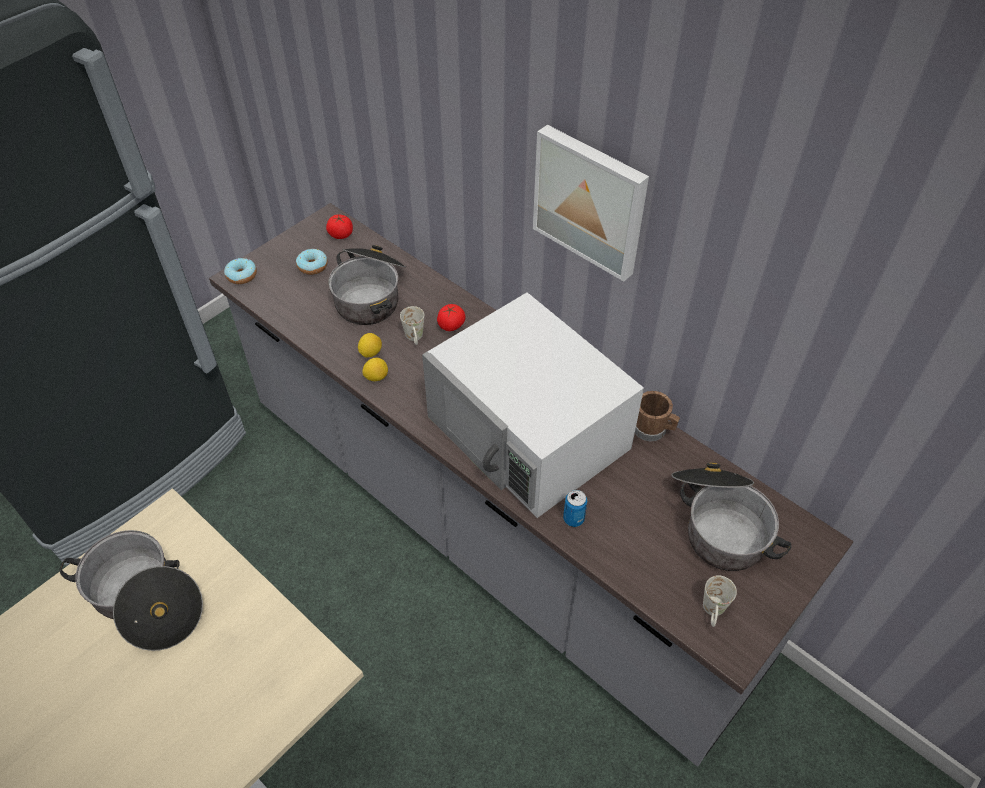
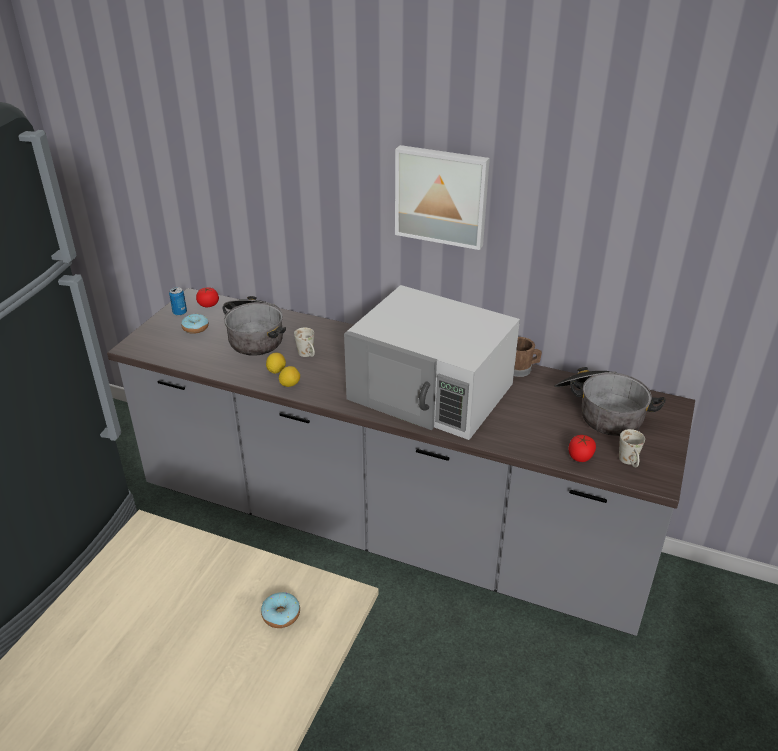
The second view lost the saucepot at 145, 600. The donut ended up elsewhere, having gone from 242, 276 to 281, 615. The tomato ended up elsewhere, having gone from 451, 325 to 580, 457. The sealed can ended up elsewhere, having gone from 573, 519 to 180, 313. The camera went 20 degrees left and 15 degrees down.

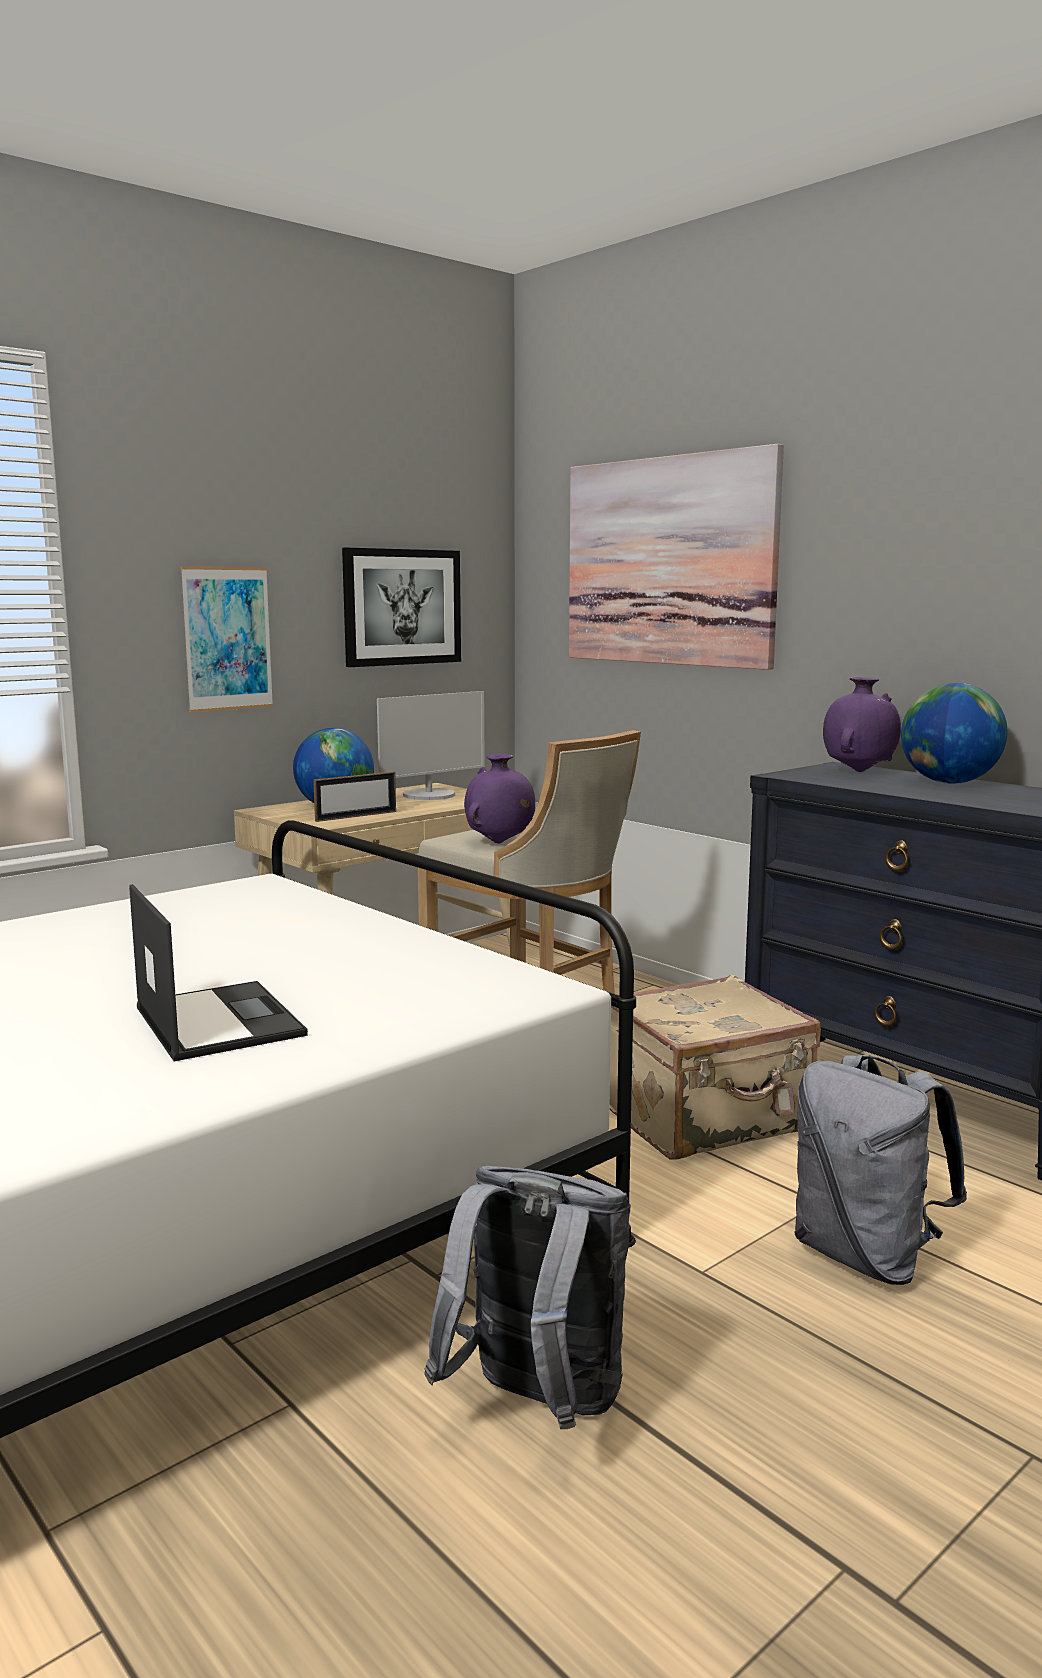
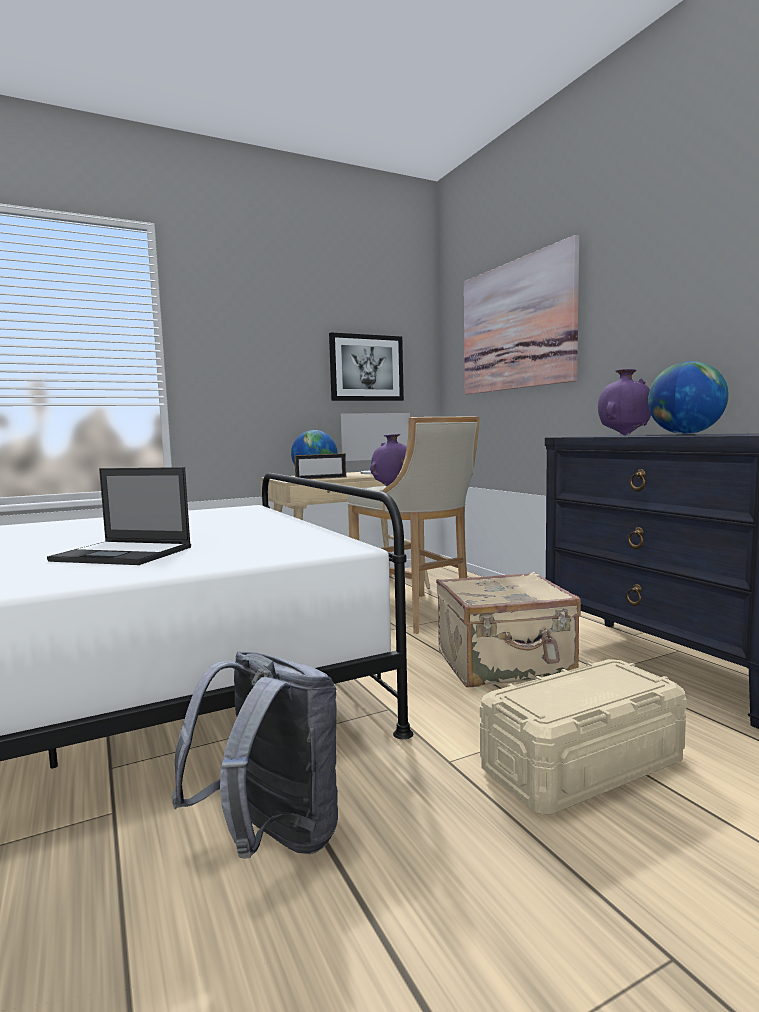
The second view lost the wall art at 227, 638. Where the grey backpack stood at 866, 1256, the sand-coloured storage container came to stand at 582, 766. The laptop at 217, 1021 ended up facing another way, 120 degrees clockwise from before. The camera went 15 degrees right and 5 degrees down.

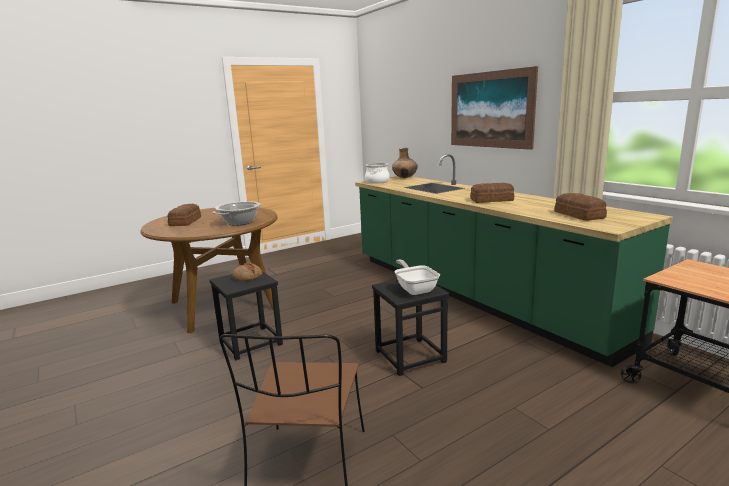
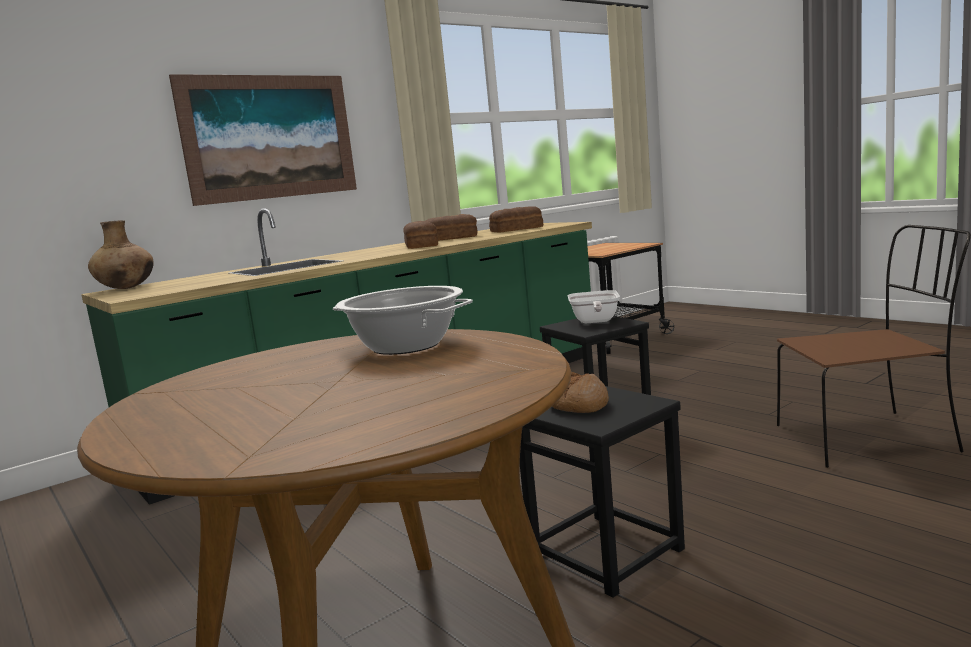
The second view lost the saucepot at 377, 181. The baked bread ended up elsewhere, having gone from 186, 221 to 451, 238. The pan at 415, 289 ended up facing another way, 60 degrees counterclockwise from before. The camera went 95 degrees left and 5 degrees down.

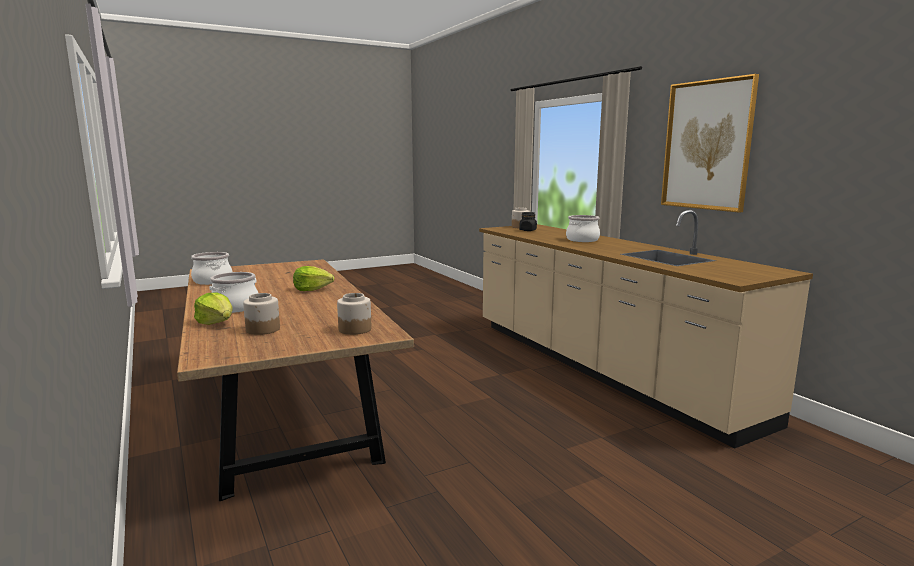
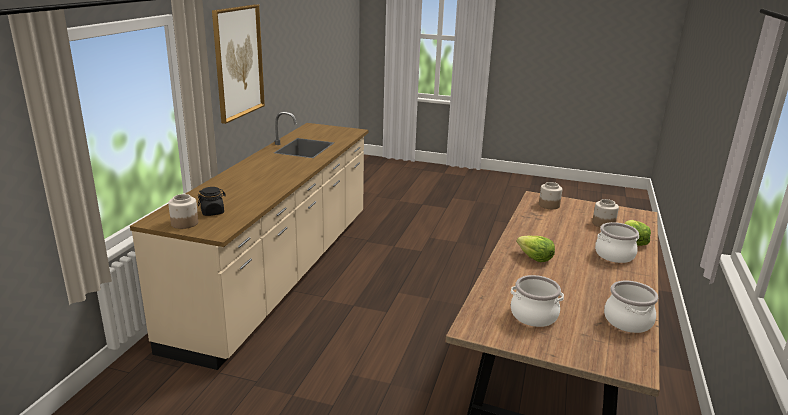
The saucepot ended up elsewhere, having gone from 582, 240 to 533, 316. The camera went 135 degrees left and 10 degrees up.

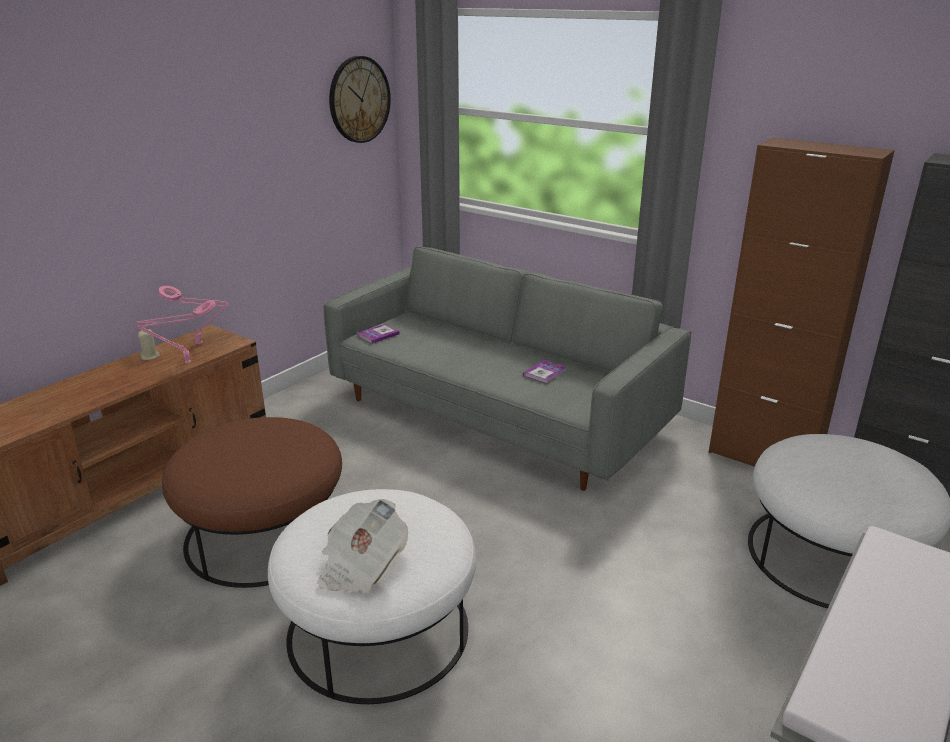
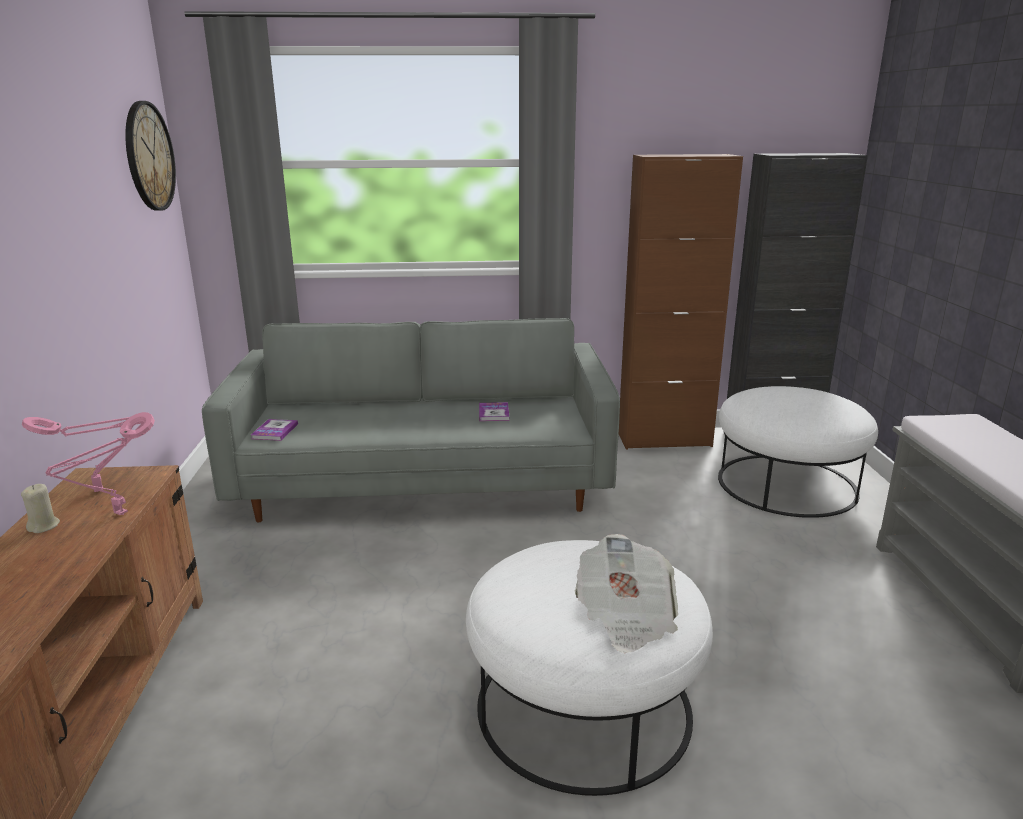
The second view lost the brownish footrest at 264, 534. The camera went 40 degrees left and 5 degrees down.

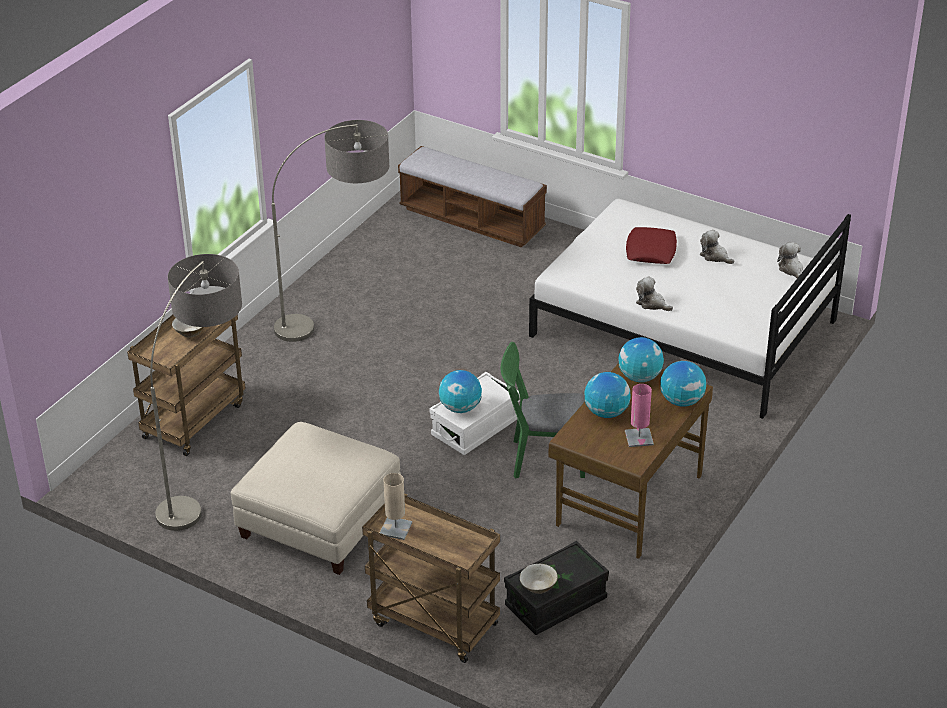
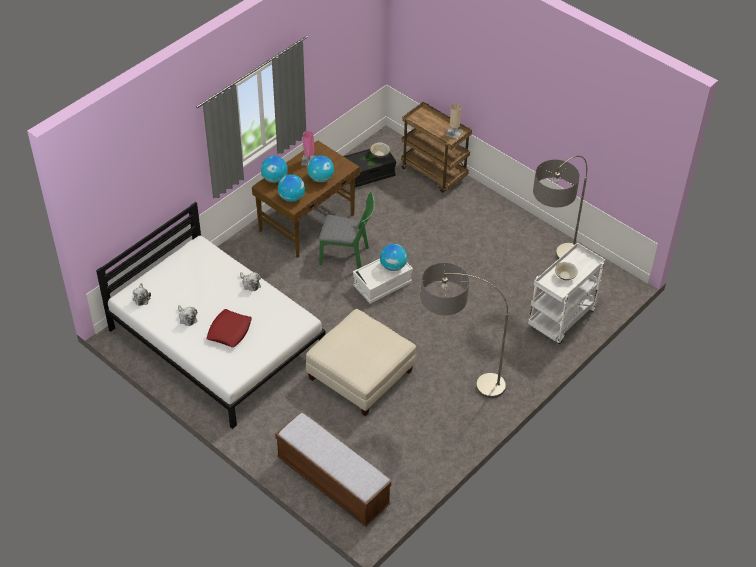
The sand-coloured footrest ended up elsewhere, having gone from 320, 521 to 360, 374. What was the brownish cart at 194, 419 turned into the white cart at 561, 320. The camera went 170 degrees left and 10 degrees up.

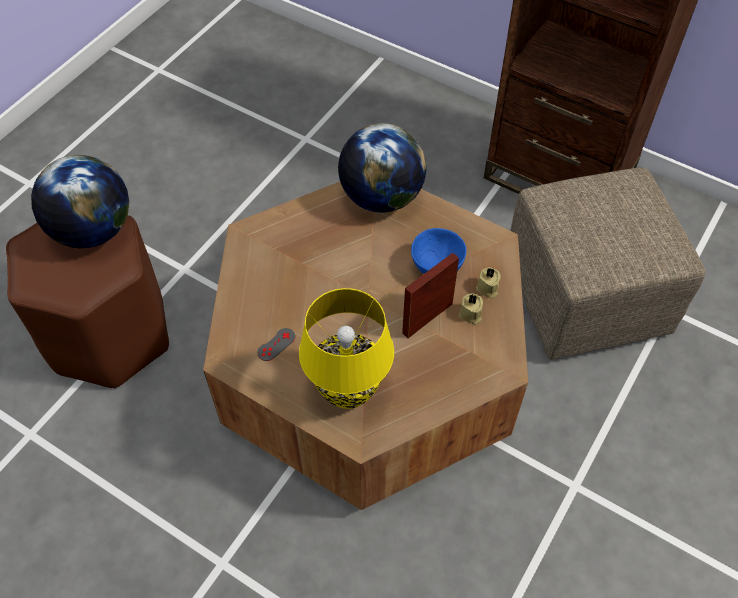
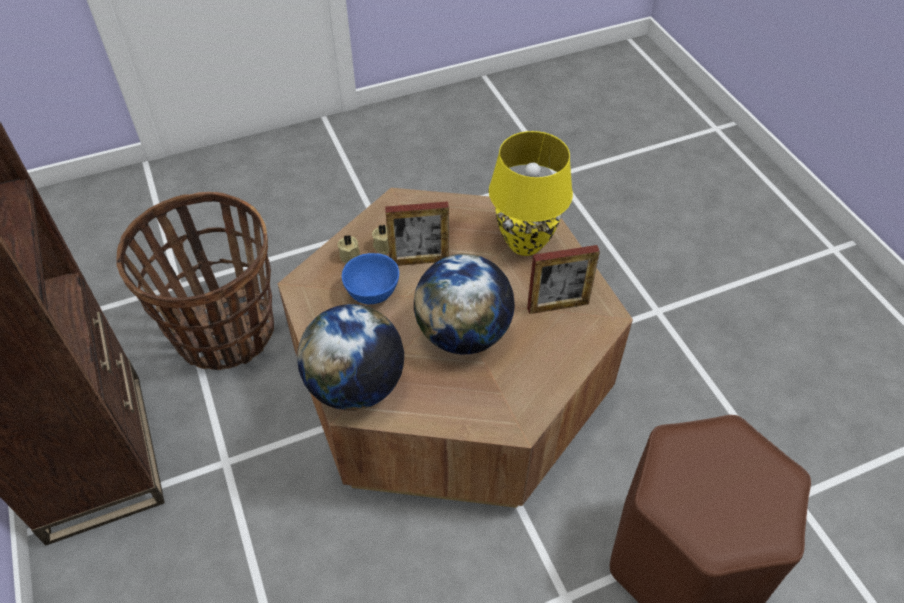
The globe ended up elsewhere, having gone from 92, 231 to 463, 334. Where the grey gamepad stood at 276, 344, the photo frame came to stand at 558, 306. Where the sand-coloured footrest stood at 583, 295, the household basket came to stand at 224, 332. The camera went 145 degrees left and 5 degrees down.

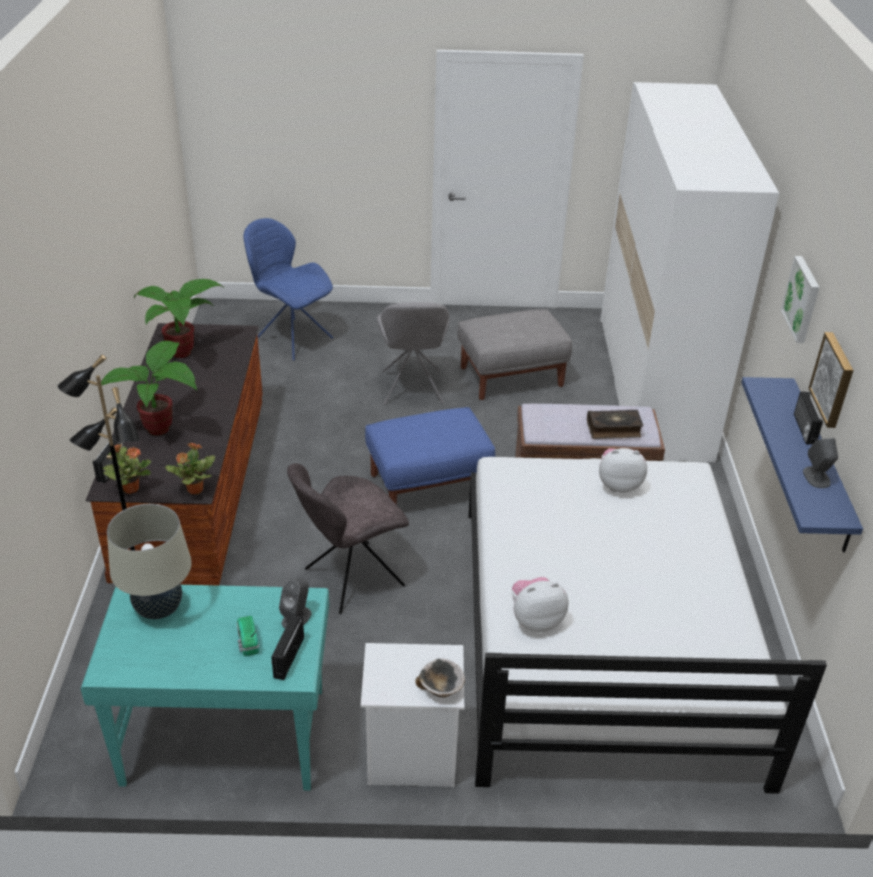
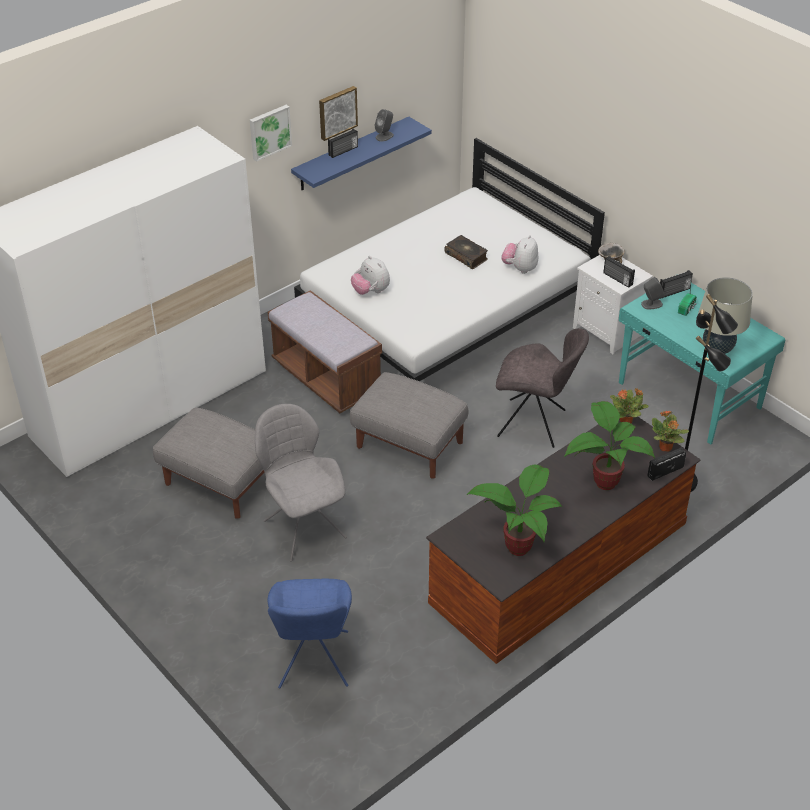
The second view gained the radio receiver at 617, 279. The bound book ended up elsewhere, having gone from 613, 429 to 466, 256. What was the blue footrest at 429, 486 turned into the grey footrest at 408, 445. The grey upright chair at 412, 389 ended up facing another way, 75 degrees counterclockwise from before. The soft toy at 535, 620 ended up facing another way, 75 degrees clockwise from before. The camera went 130 degrees left and 5 degrees up.

